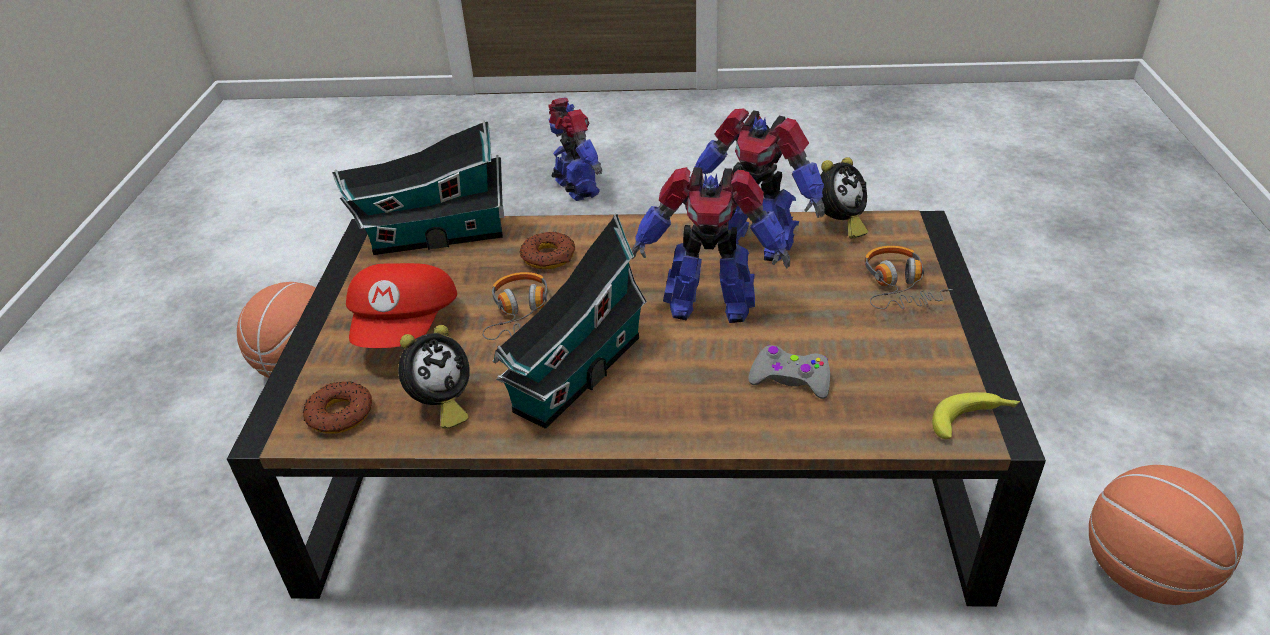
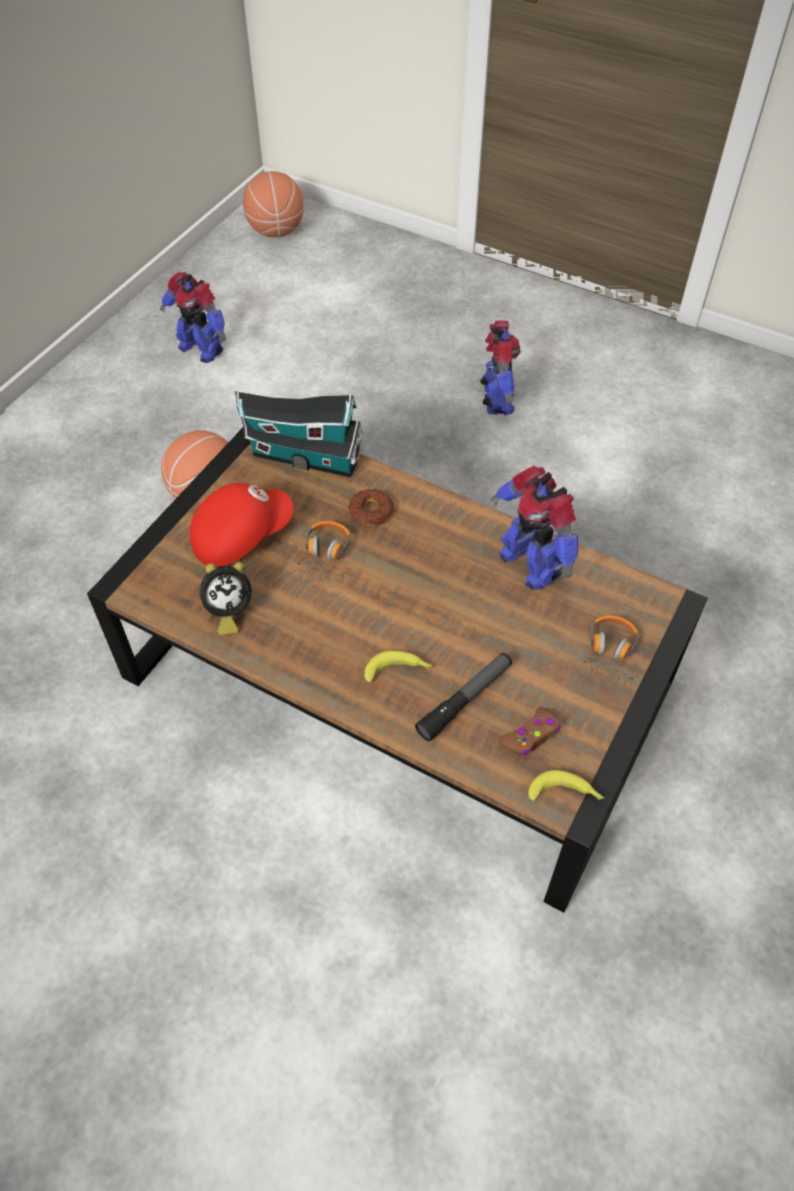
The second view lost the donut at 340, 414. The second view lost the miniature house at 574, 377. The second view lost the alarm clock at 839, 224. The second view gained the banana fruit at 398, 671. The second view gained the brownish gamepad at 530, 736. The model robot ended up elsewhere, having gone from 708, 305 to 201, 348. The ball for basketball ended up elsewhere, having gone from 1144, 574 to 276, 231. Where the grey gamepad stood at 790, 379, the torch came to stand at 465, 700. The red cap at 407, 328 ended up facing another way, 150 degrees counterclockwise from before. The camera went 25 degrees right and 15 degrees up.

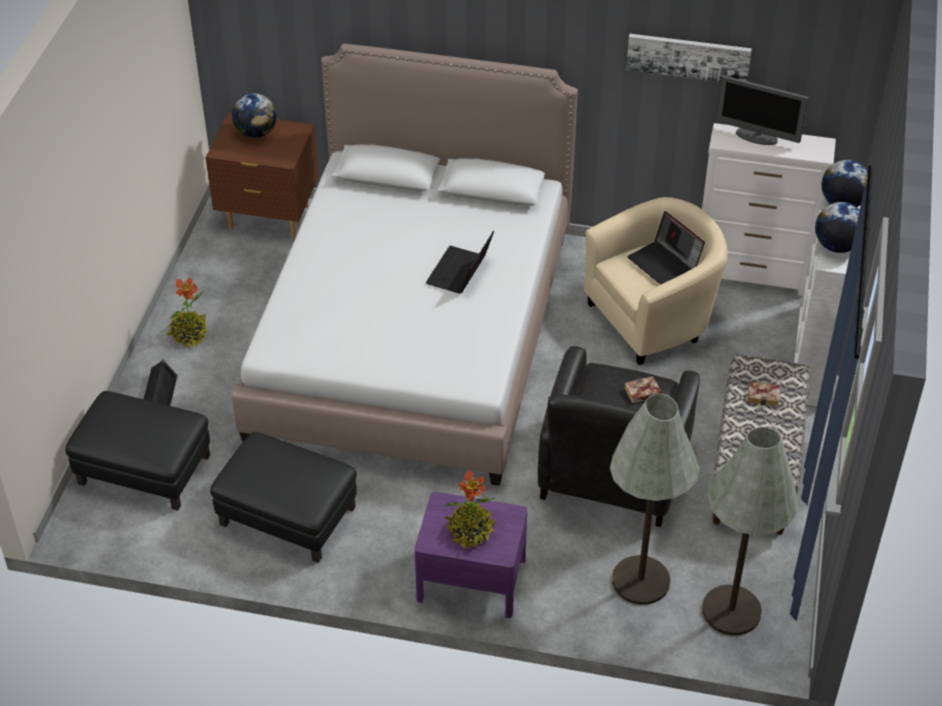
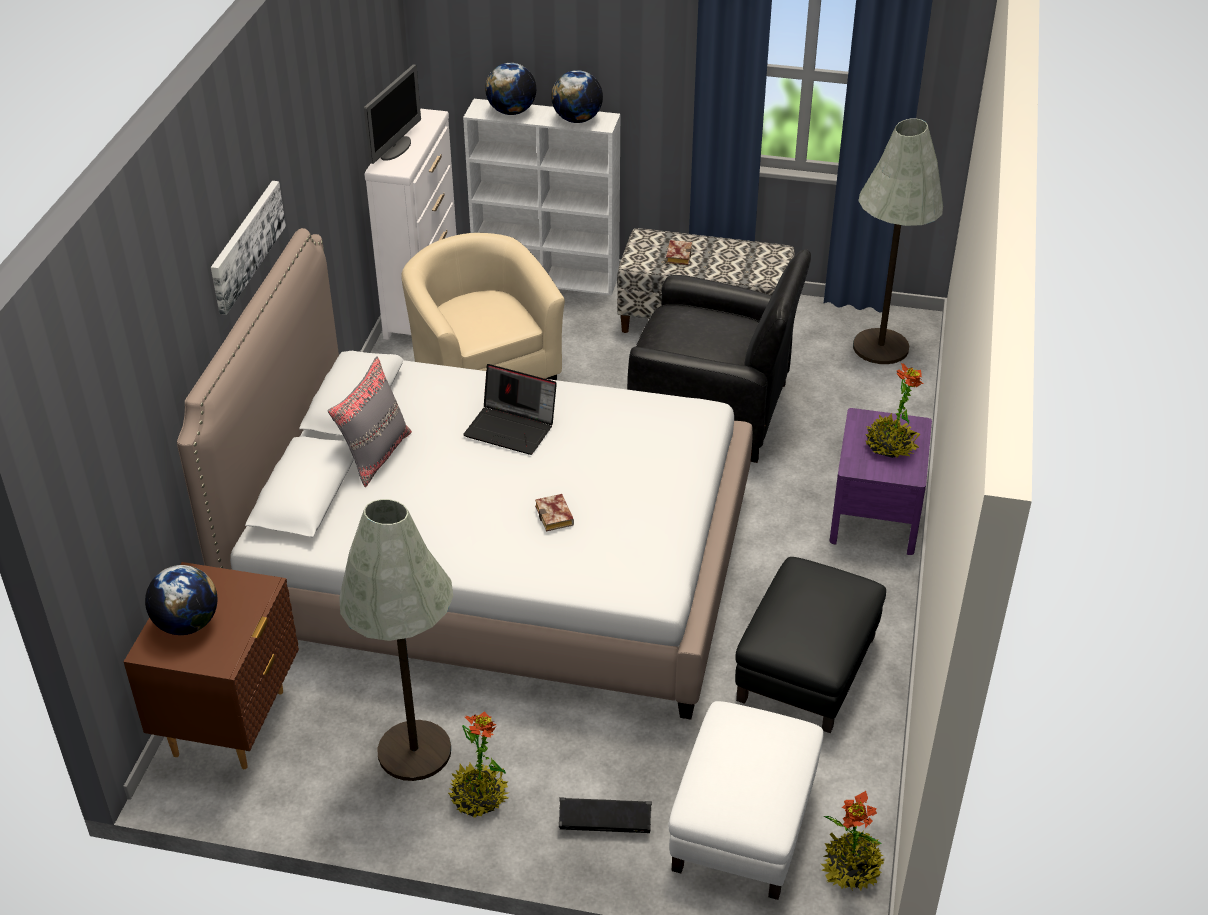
The second view lost the laptop at 665, 264. The second view gained the grey pillow at 375, 455. The second view gained the potted plant at 851, 868. The grey standing lamp ended up elsewhere, having gone from 640, 581 to 414, 751. The bound book ended up elsewhere, having gone from 641, 393 to 556, 517. The wall art ended up elsewhere, having gone from 688, 57 to 246, 245. What was the black footrest at 144, 470 turned into the white footrest at 744, 824. The camera went 90 degrees left and 5 degrees down.

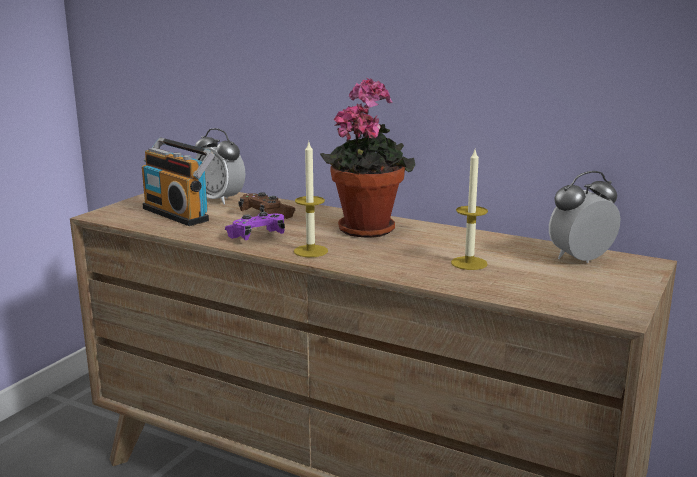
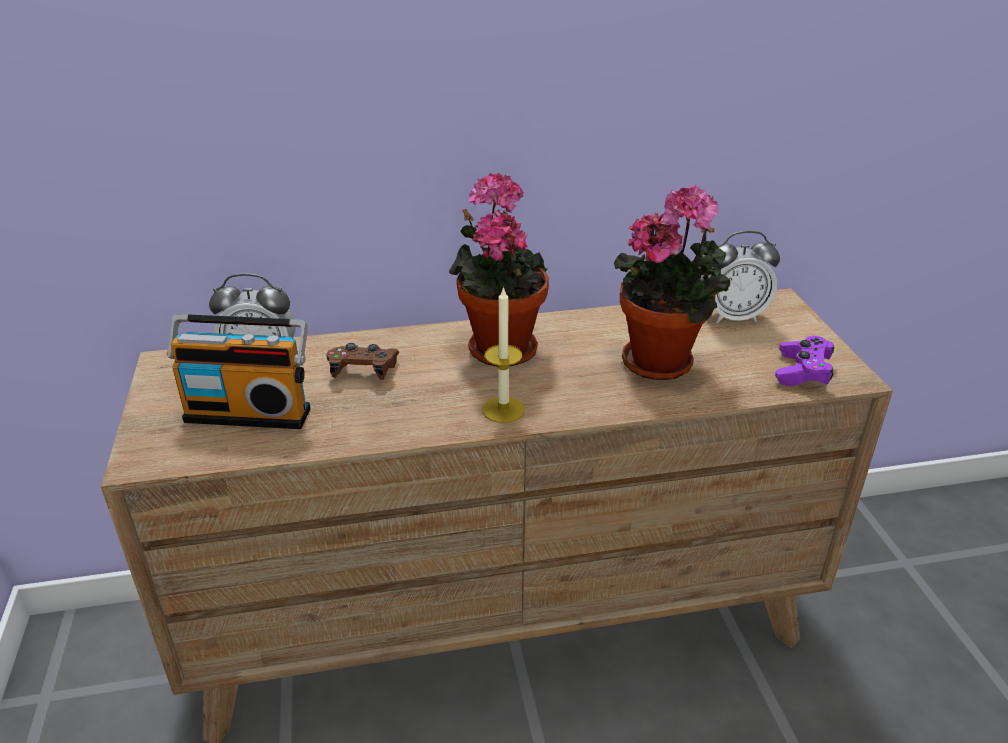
The purple gamepad ended up elsewhere, having gone from 256, 237 to 802, 372. Where the wax candle stood at 469, 263, the potted plant came to stand at 663, 361. The alarm clock at 581, 259 ended up facing another way, 120 degrees counterclockwise from before. The camera went 40 degrees left and 15 degrees up.

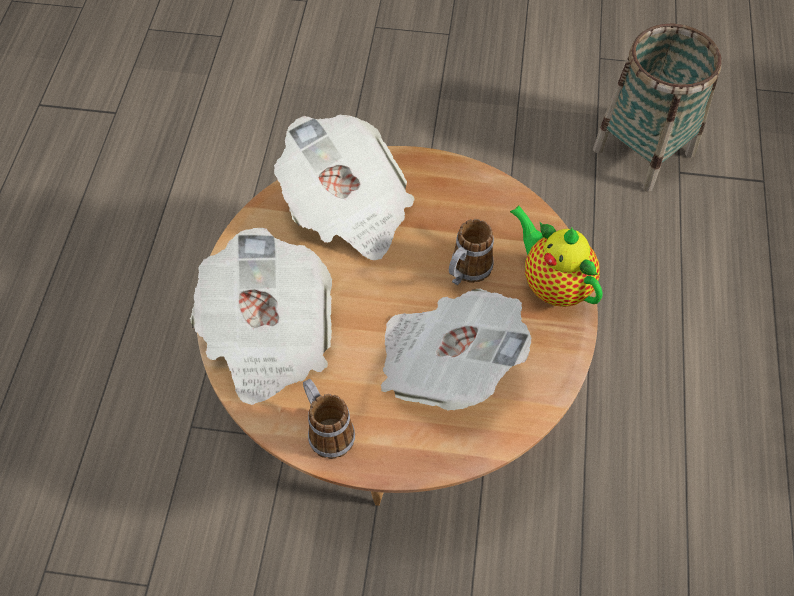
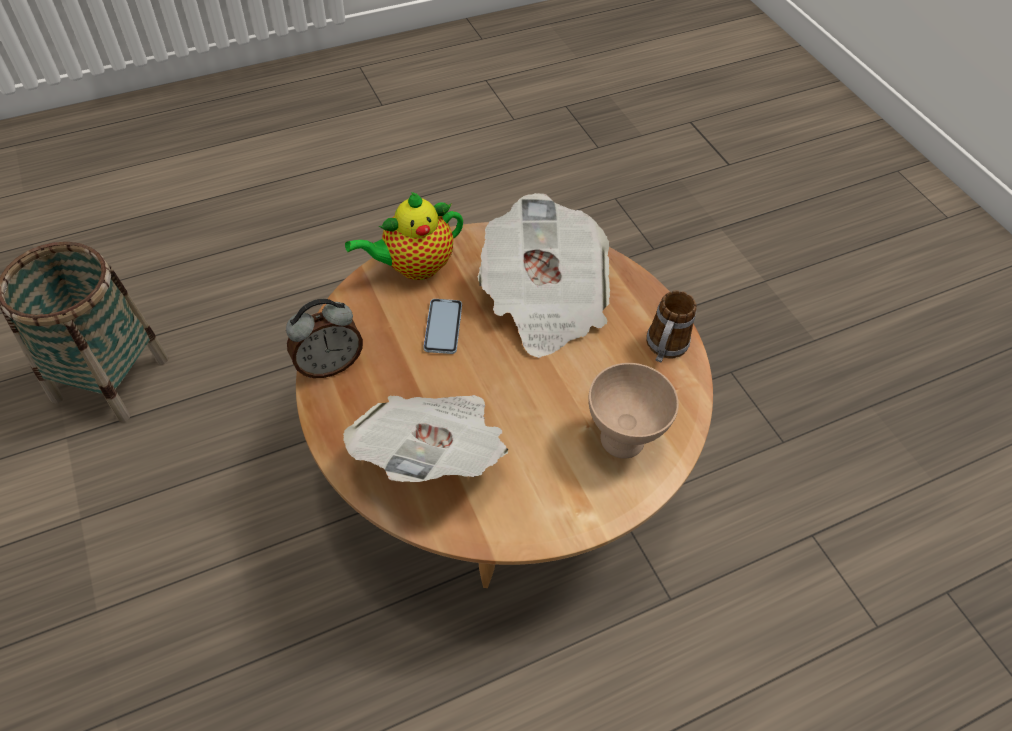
The second view gained the alarm clock at 329, 365. Where the newspaper stood at 267, 337, the sand-coloured bowl came to stand at 622, 438. Where the coffee mug stood at 466, 272, the handset came to stand at 443, 327. The teapot at 553, 284 ended up facing another way, 45 degrees clockwise from before. The camera went 125 degrees left and 5 degrees down.

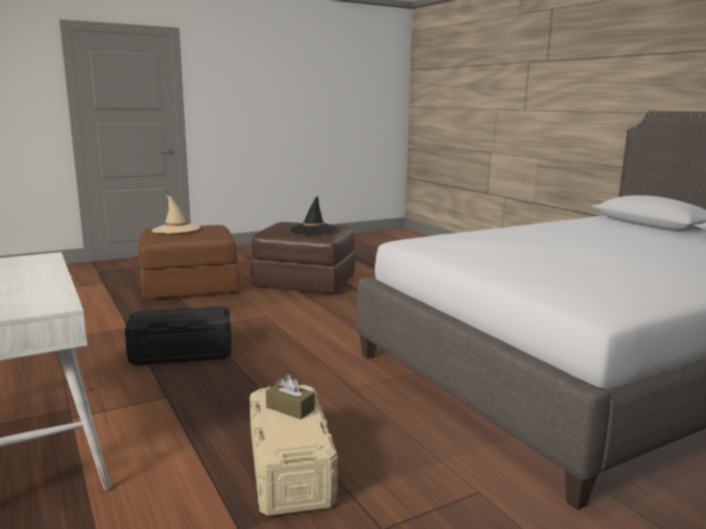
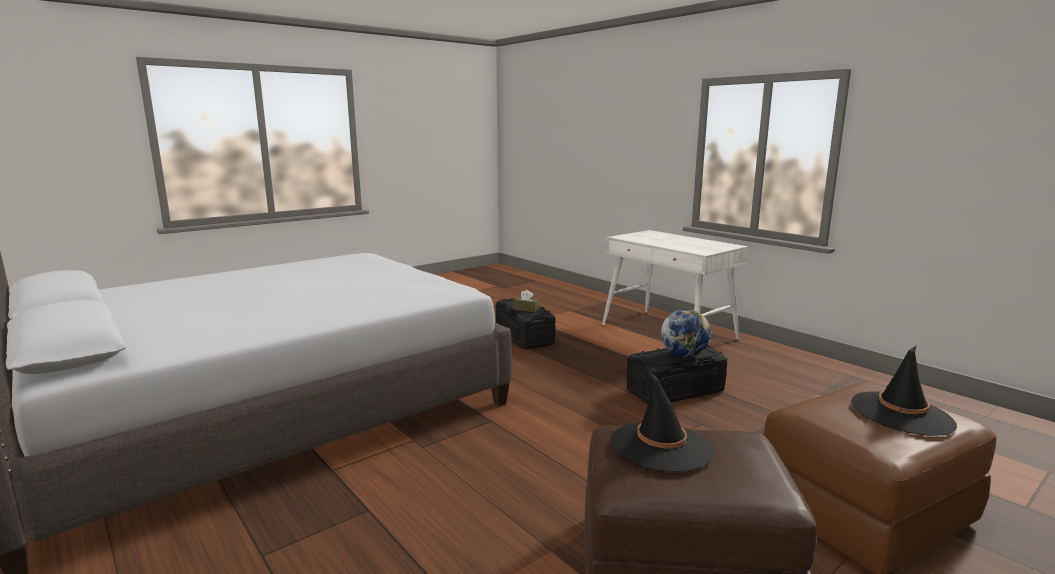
The second view gained the globe at 684, 355. What was the sand-coloured clothing hat at 176, 229 turned into the black clothing hat at 901, 414. What was the sand-coloured storage container at 290, 469 turned into the black storage container at 524, 336. The camera went 170 degrees right and 0 degrees up.

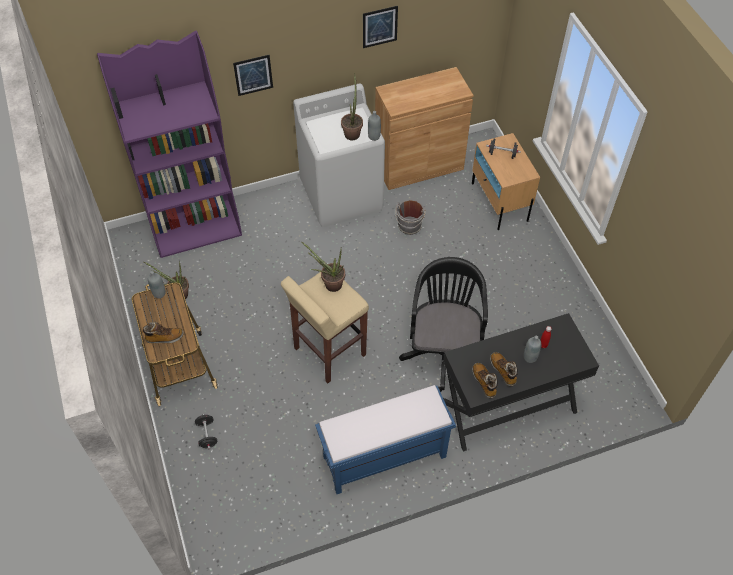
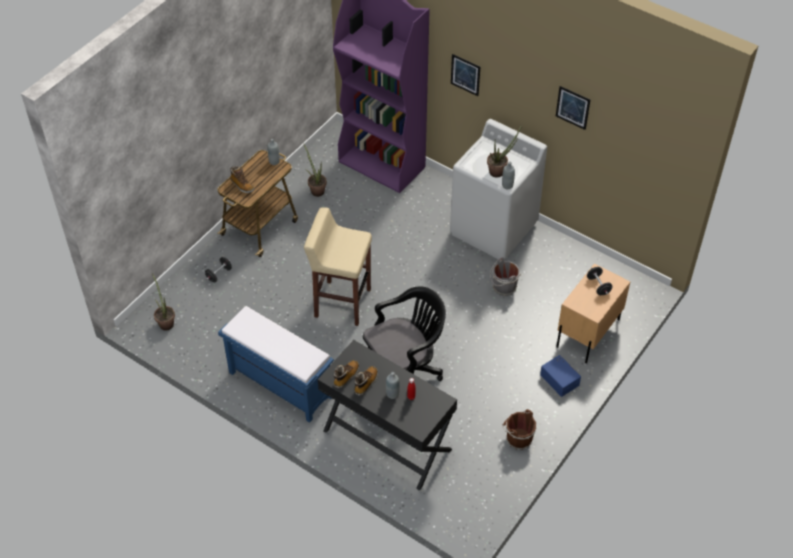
The second view lost the brownish storage cabinet at 419, 165. The second view gained the brownish water bucket at 517, 438. The second view gained the blue storage container at 560, 379. The potted plant ended up elsewhere, having gone from 329, 284 to 165, 322. The camera went 55 degrees right and 5 degrees down.

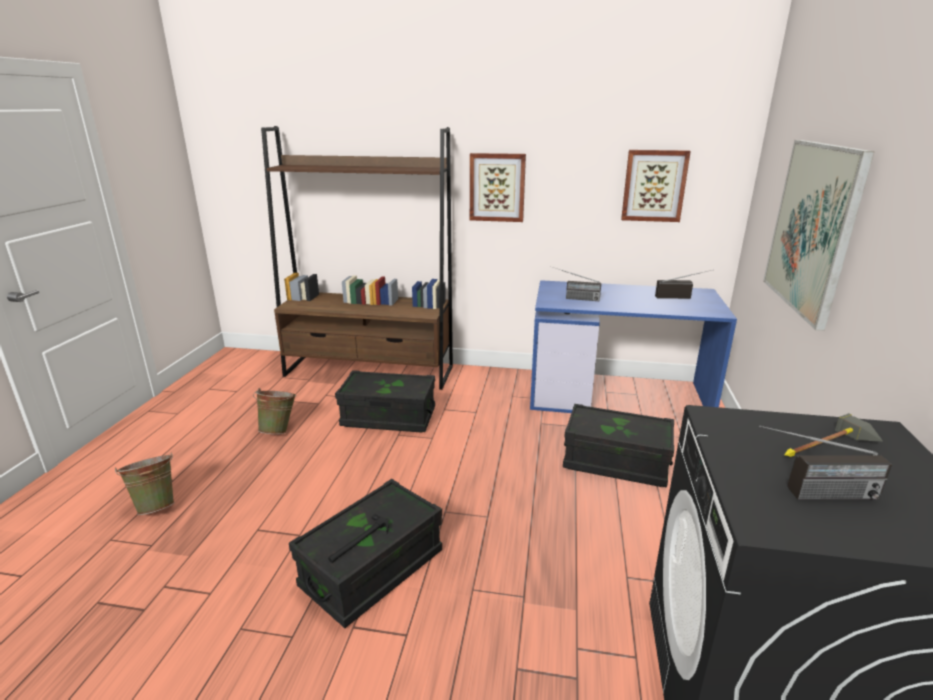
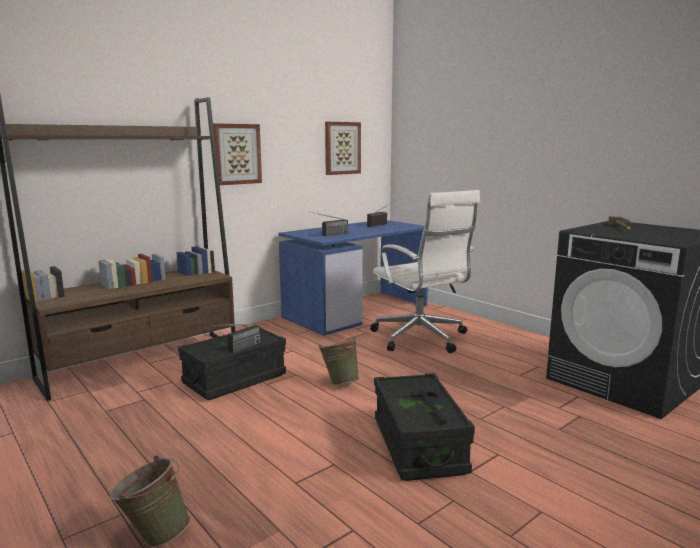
The second view lost the wall art at 812, 228. The greenish water bucket ended up elsewhere, having gone from 279, 430 to 340, 382. The radio receiver ended up elsewhere, having gone from 811, 494 to 237, 349. Where the black storage container stood at 615, 462, the white computer chair came to stand at 421, 338. The camera went 50 degrees left and 10 degrees down.

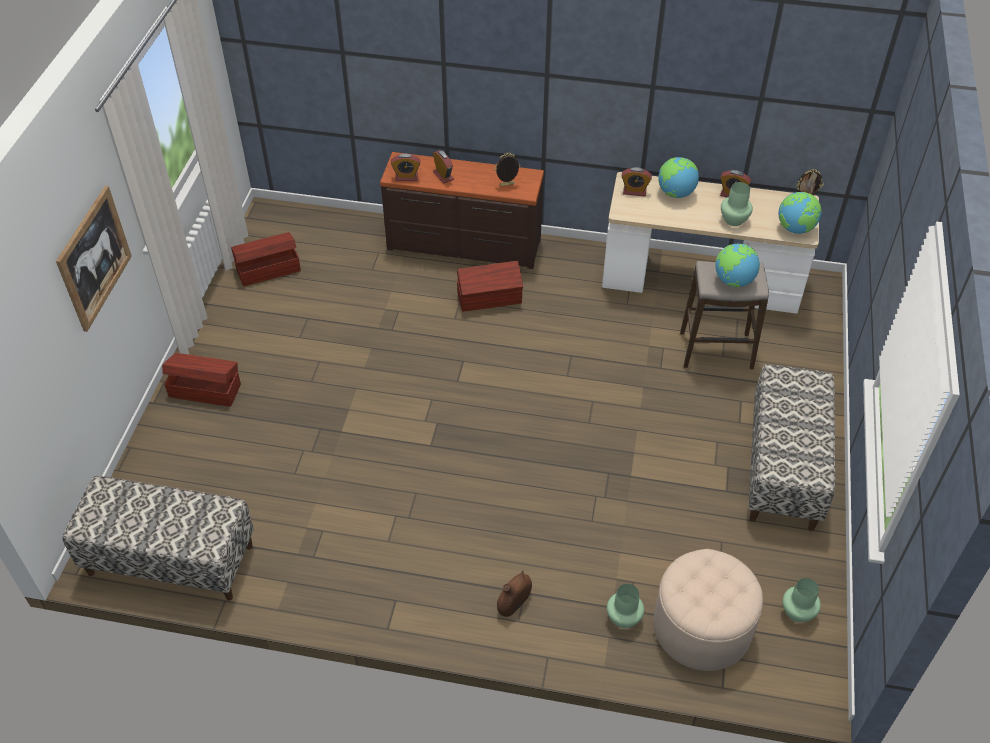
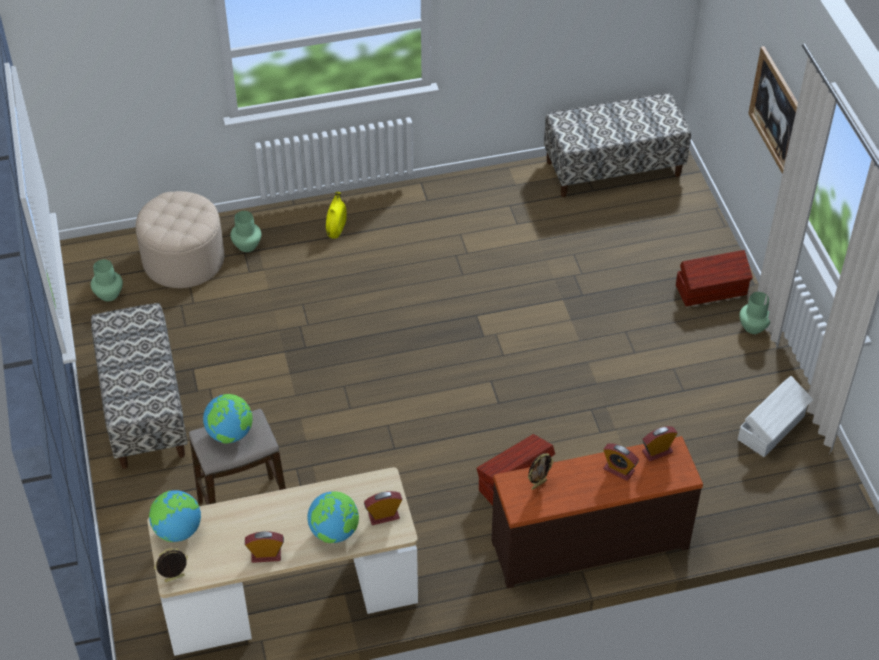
The greenish flower vase ended up elsewhere, having gone from 734, 220 to 753, 326. What was the brownish storage container at 267, 269 turned into the white storage container at 772, 428. What was the brownish flower vase at 514, 602 turned into the yellowish flower vase at 336, 228. The camera went 155 degrees right and 0 degrees up.

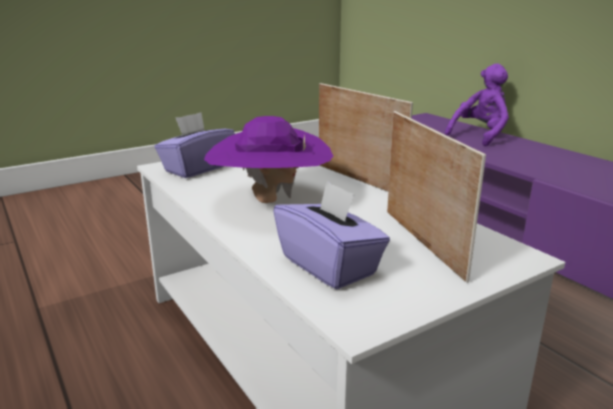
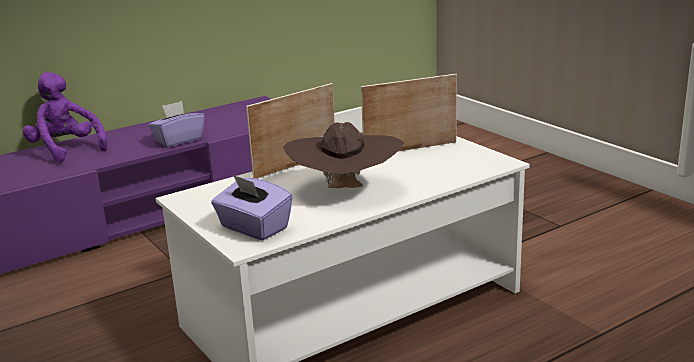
The purple tissue holder ended up elsewhere, having gone from 329, 265 to 178, 140. What was the purple clothing hat at 269, 201 turned into the brownish clothing hat at 345, 191. The camera went 90 degrees left and 0 degrees up.

